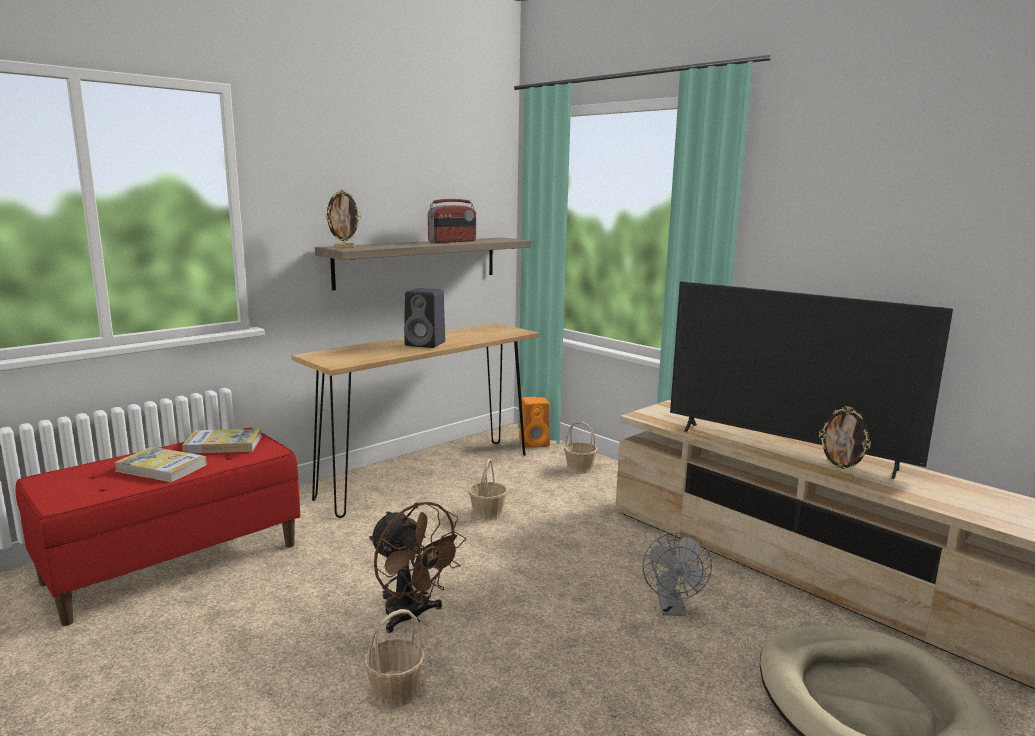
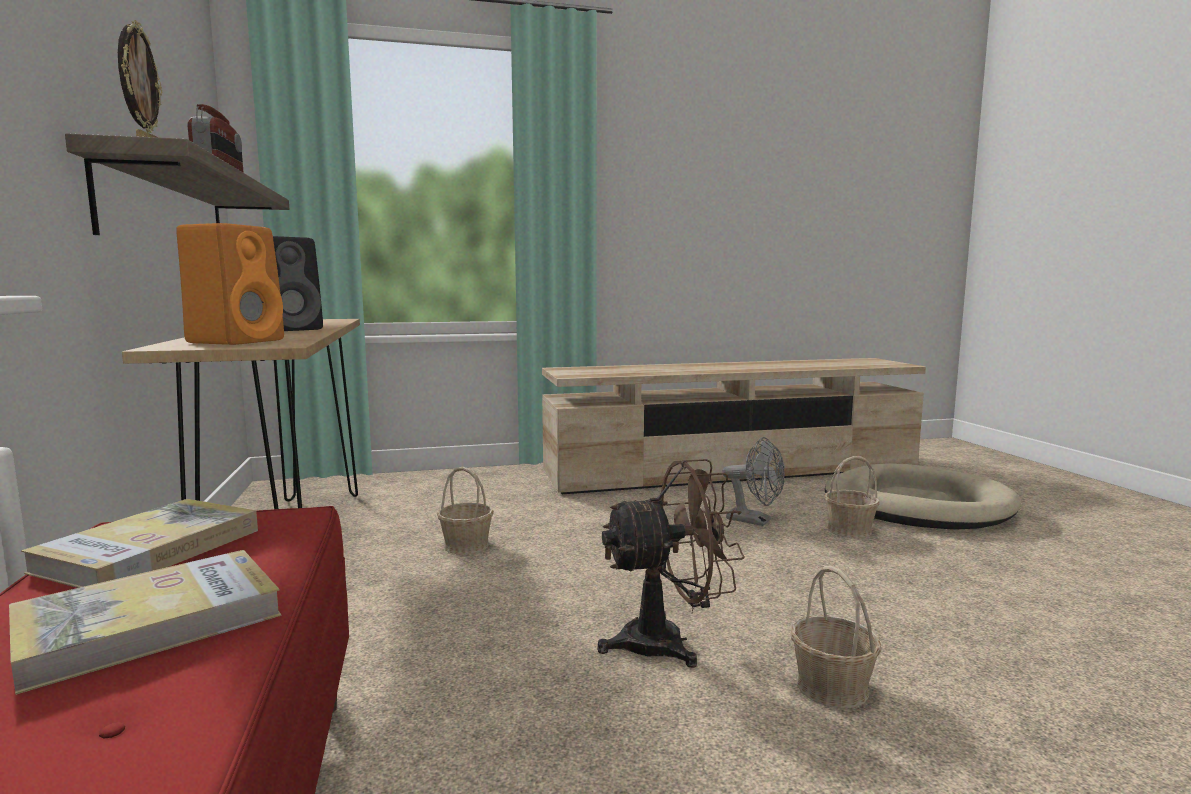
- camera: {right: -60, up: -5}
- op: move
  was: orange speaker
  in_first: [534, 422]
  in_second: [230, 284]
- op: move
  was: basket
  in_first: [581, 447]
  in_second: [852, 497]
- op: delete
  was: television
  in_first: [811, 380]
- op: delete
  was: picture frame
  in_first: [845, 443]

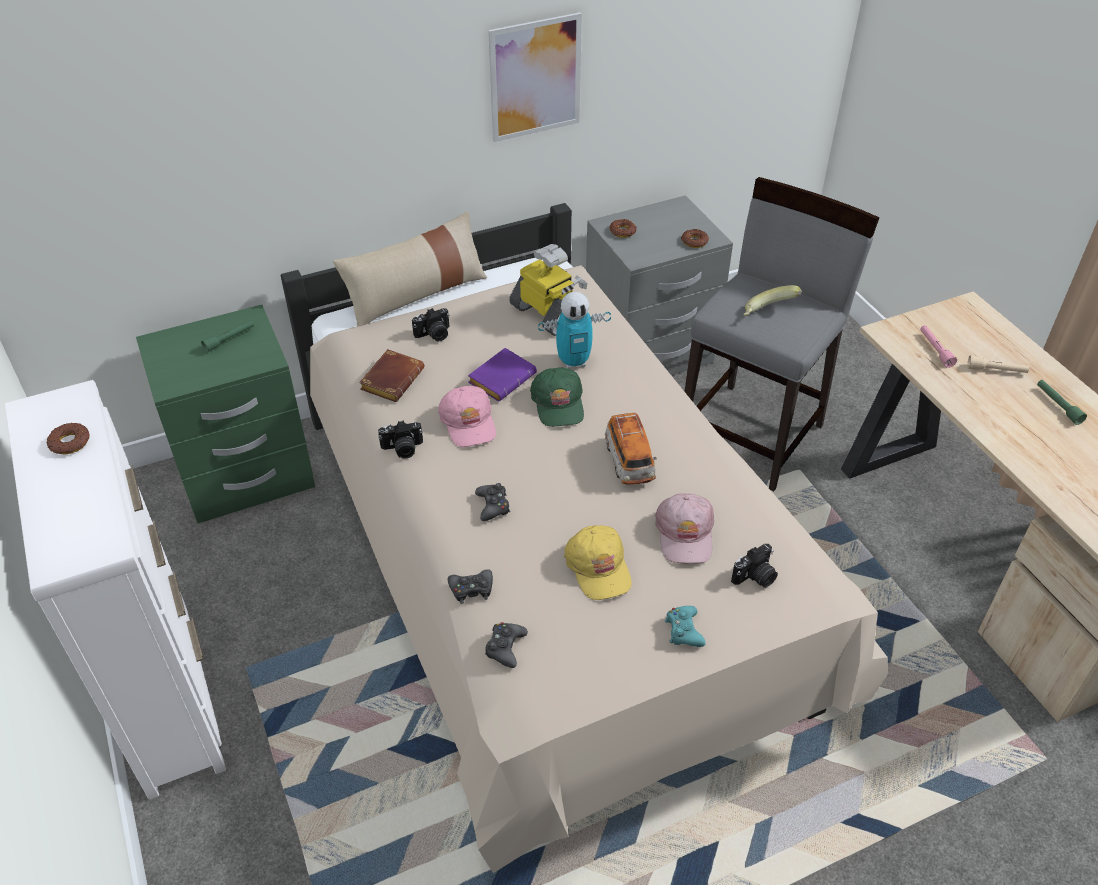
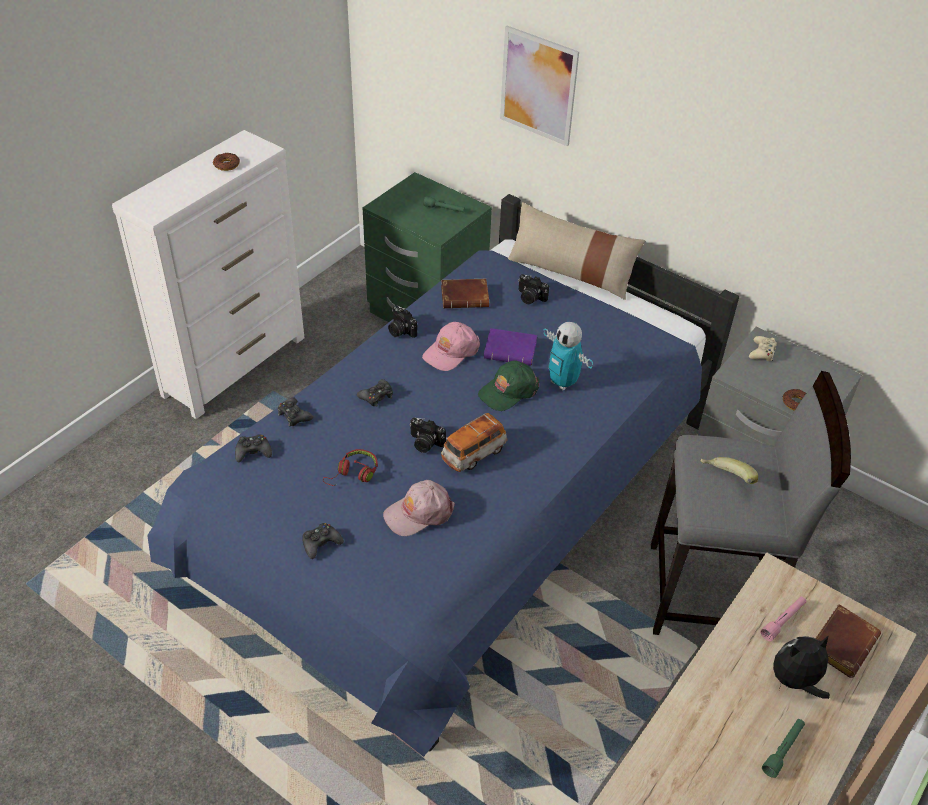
- camera: {right: 60, up: 0}
- op: recolor
  was: beige bed
  now: blue bed
  in_first: [584, 538]
  in_second: [443, 475]
- op: move
  was: picture
  in_first: [535, 77]
  in_second: [539, 86]
- op: delete
  was: toy robot
  in_first: [548, 290]
- op: replace
  was: yellow cap
  now: red headphones
  in_first: [598, 562]
  in_second: [350, 467]
- op: replace
  was: donut
  now: beige game controller
  in_first: [622, 228]
  in_second: [763, 348]
- op: recolor
  was: turquoise game controller
  now: black game controller
  in_first: [685, 626]
  in_second: [323, 541]
- op: move
  was: photo camera
  in_first: [754, 566]
  in_second: [427, 435]
- op: replace
  was: beige flashlight
  now: plush toy
  in_first: [998, 364]
  in_second: [801, 667]
- op: insert
  now: brown book
  in_second: [848, 641]

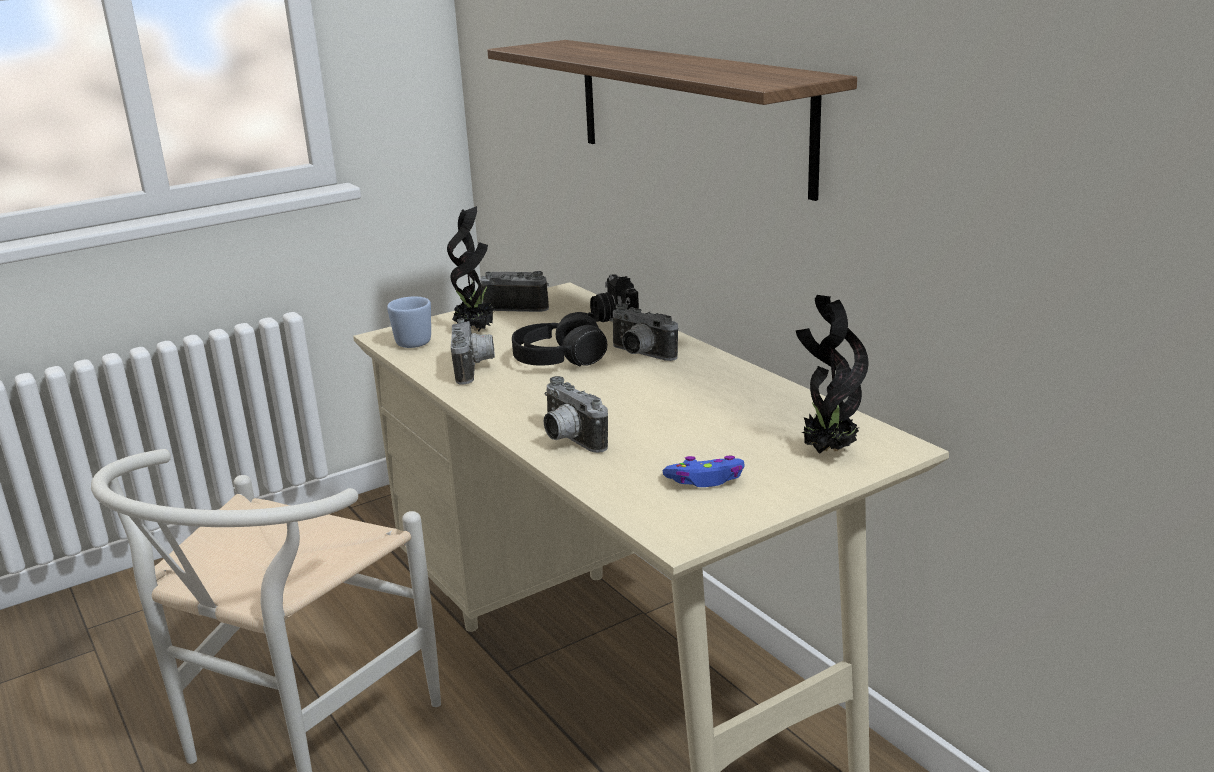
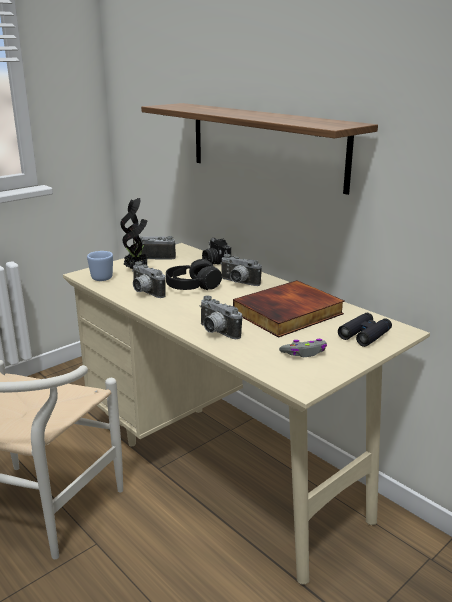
- camera: {right: -10, up: 0}
- op: rotate
  was: photo camera
  in_first: [473, 351]
  in_second: [149, 279]
  clockwise: 150
- op: recolor
  was: blue game controller
  now: grey game controller
  in_first: [703, 471]
  in_second: [303, 348]
- op: replace
  was: potted plant
  now: black binoculars
  in_first: [832, 374]
  in_second: [365, 330]
- op: insert
  now: book
  in_second: [289, 309]

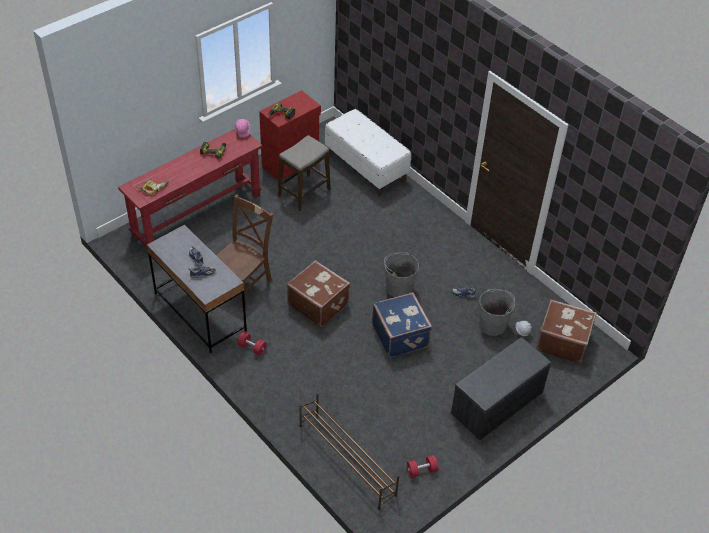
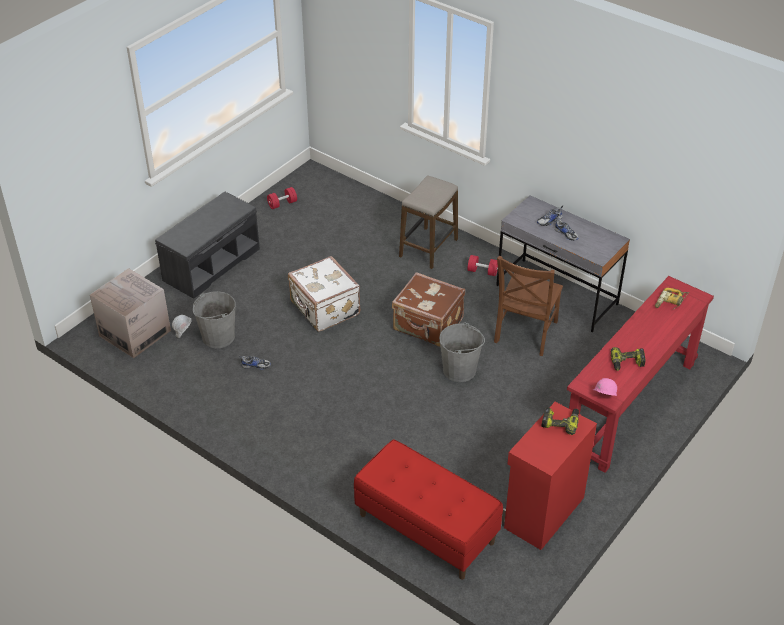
- camera: {right: 170, up: -5}
- op: move
  was: stool
  in_first: [304, 173]
  in_second: [428, 222]
- op: delete
  was: brown shoe rack
  in_first: [349, 451]
- op: recolor
  was: white bench
  now: red bench
  in_first: [368, 152]
  in_second: [428, 509]
- op: recolor
  was: blue suitcase
  now: white suitcase
  in_first: [402, 325]
  in_second: [324, 294]
- op: move
  was: grey bucket
  in_first: [401, 274]
  in_second: [462, 352]
- op: replace
  was: brown suitcase
  now: cardboard box
  in_first: [566, 331]
  in_second: [130, 313]

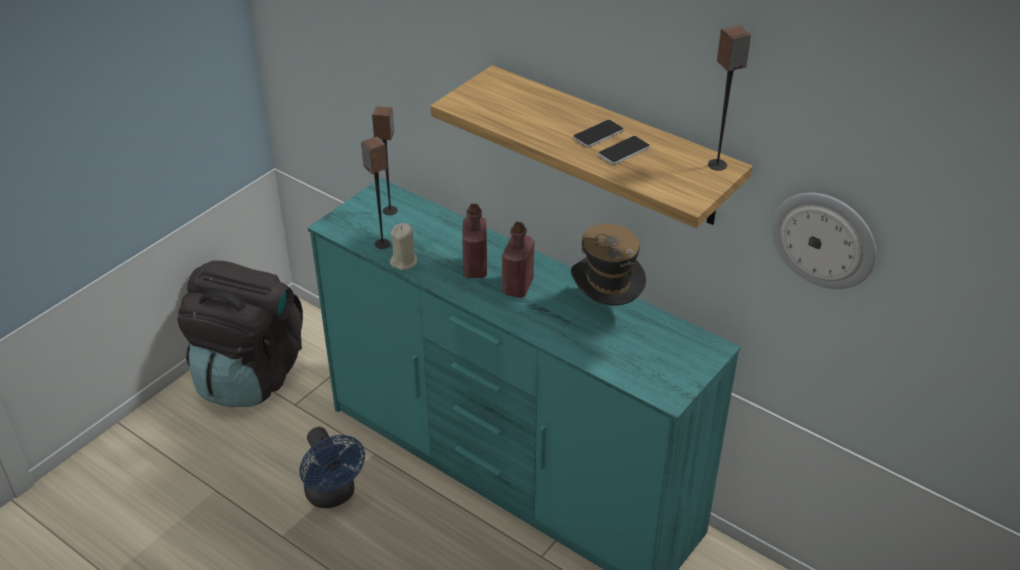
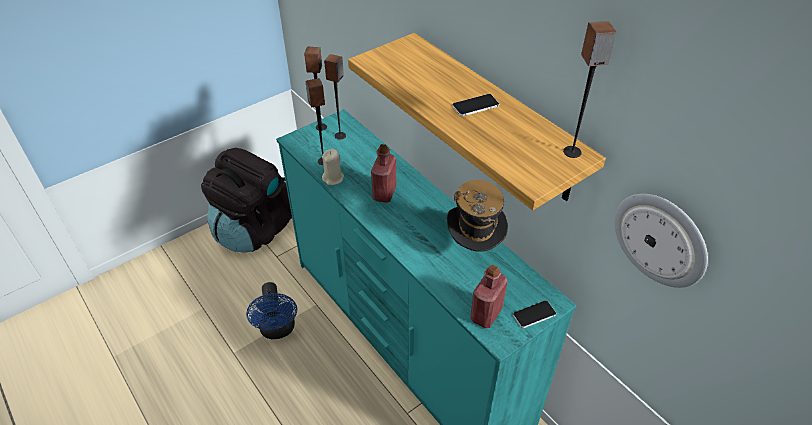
- camera: {right: 15, up: 5}
- op: move
  was: red bottle
  in_first: [518, 260]
  in_second: [489, 296]
- op: move
  was: phone
  in_first: [624, 150]
  in_second: [534, 314]
- op: insert
  now: speaker
  in_second: [315, 89]

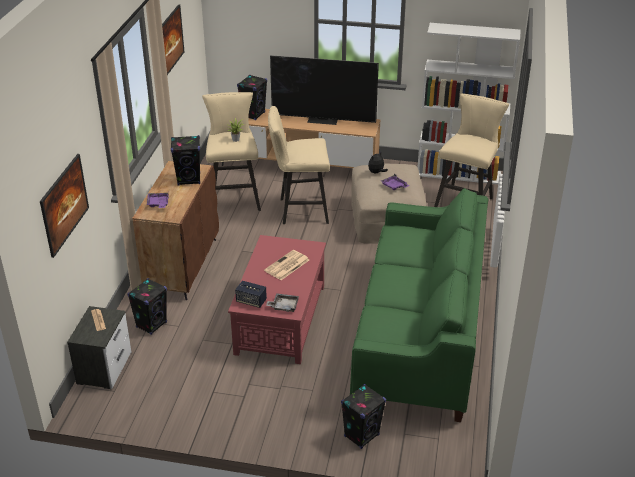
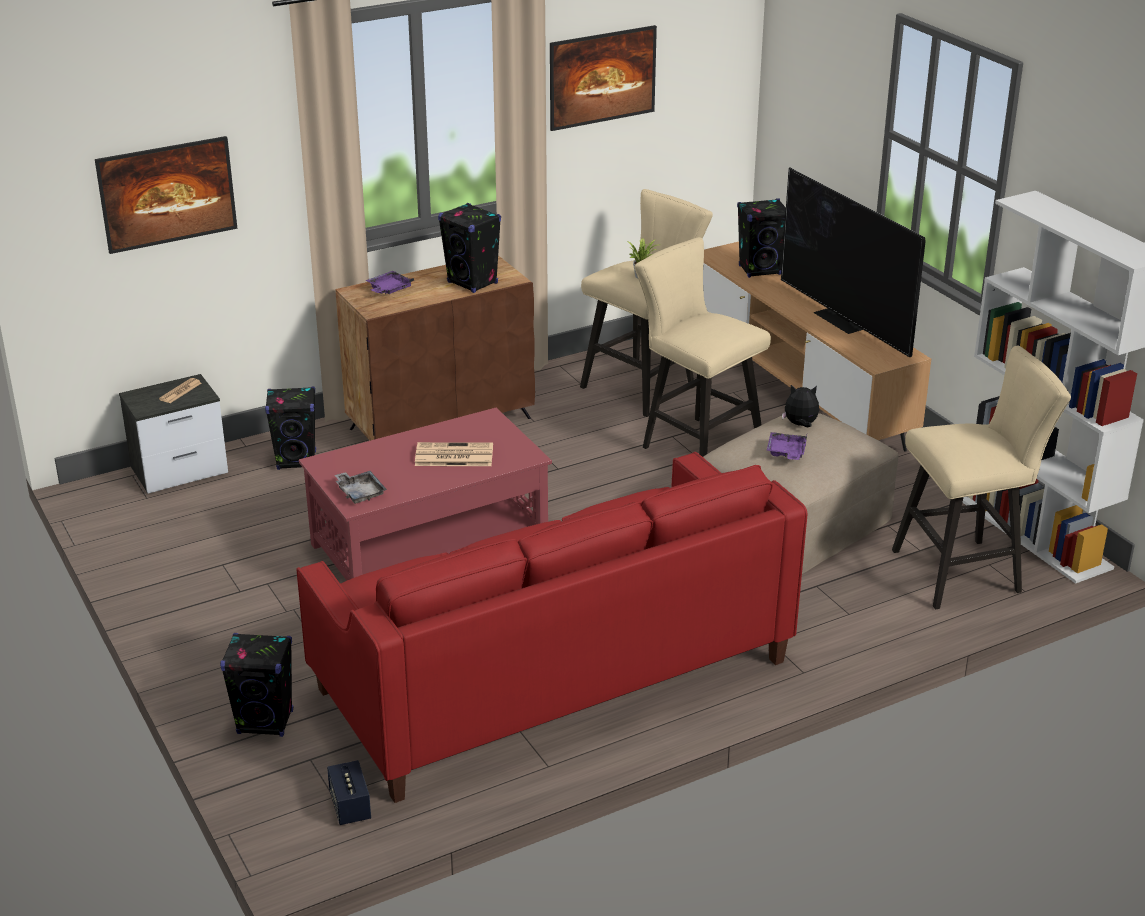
- camera: {right: 50, up: -5}
- op: move
  was: speaker
  in_first: [251, 294]
  in_second: [349, 792]
- op: recolor
  was: green sofa
  now: red sofa
  in_first: [419, 305]
  in_second: [552, 627]

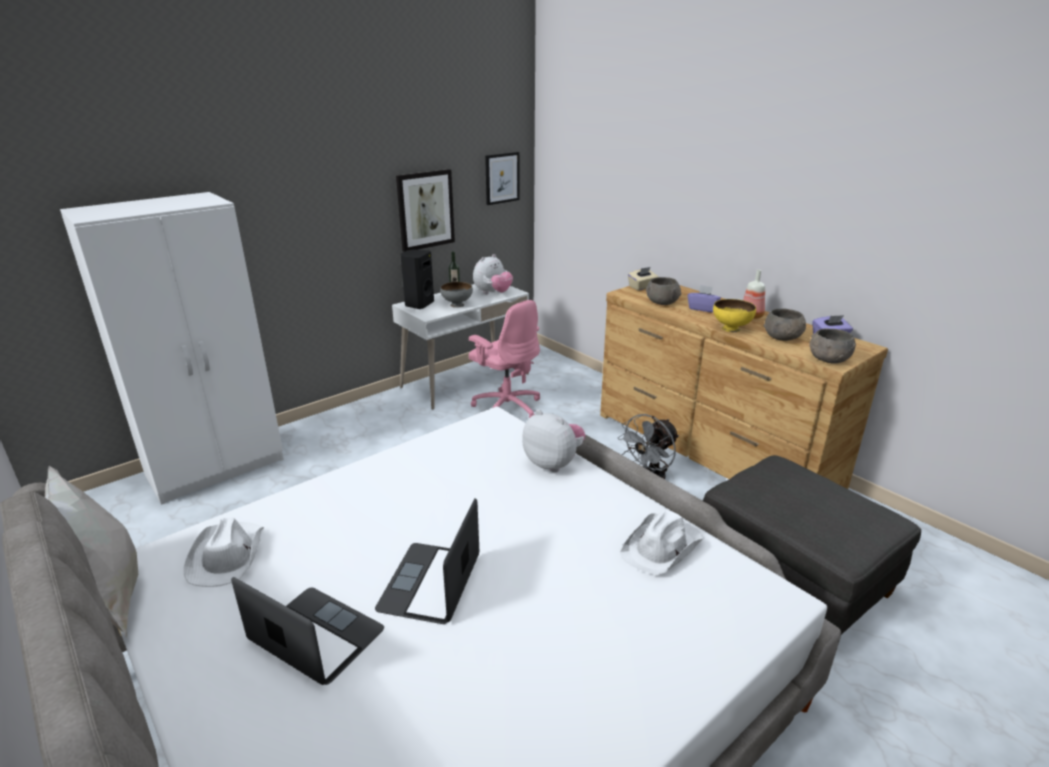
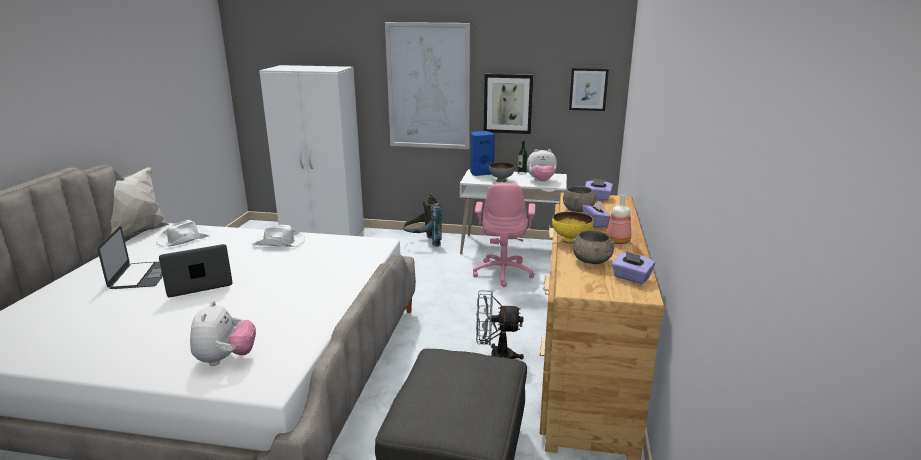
- camera: {right: 50, up: -5}
- op: recolor
  was: black speaker
  now: blue speaker
  in_first: [417, 279]
  in_second: [482, 153]
- op: move
  was: plush toy
  in_first: [553, 441]
  in_second: [223, 333]
- op: move
  was: white hat
  in_first: [662, 542]
  in_second: [278, 236]
- op: recolor
  was: beige tissue box
  now: purple tissue box
  in_first: [643, 279]
  in_second: [599, 189]
- op: delete
  was: grey bowl
  in_first: [832, 345]
- op: insert
  now: picture
  in_second: [427, 85]
- op: insert
  now: grey backpack
  in_second: [422, 220]

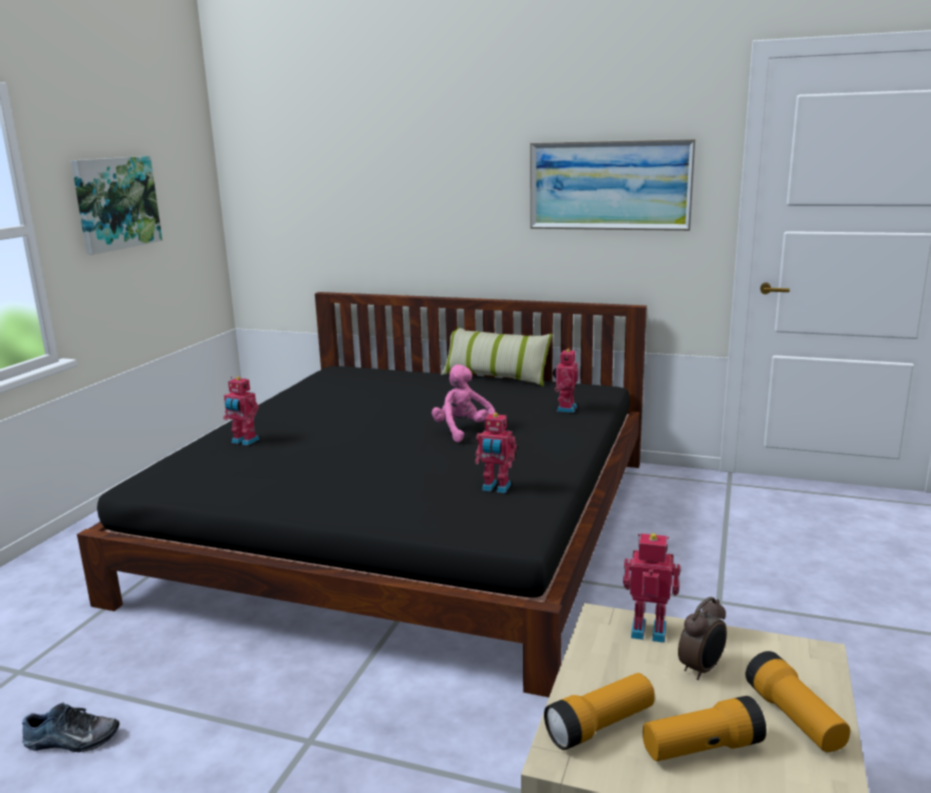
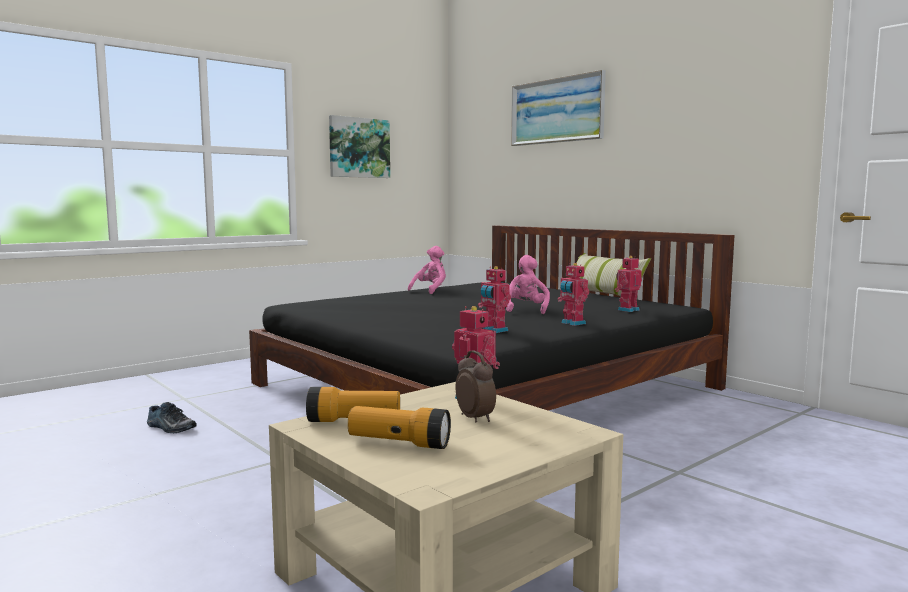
- camera: {right: 30, up: -10}
- op: move
  was: toy robot
  in_first: [241, 411]
  in_second: [573, 294]
- op: move
  was: picture
  in_first: [613, 185]
  in_second: [558, 108]
- op: rotate
  was: alarm clock
  in_first: [702, 638]
  in_second: [476, 386]
  clockwise: -105
- op: delete
  was: flashlight
  in_first: [798, 701]
- op: insert
  now: pink plush toy
  in_second: [427, 270]

